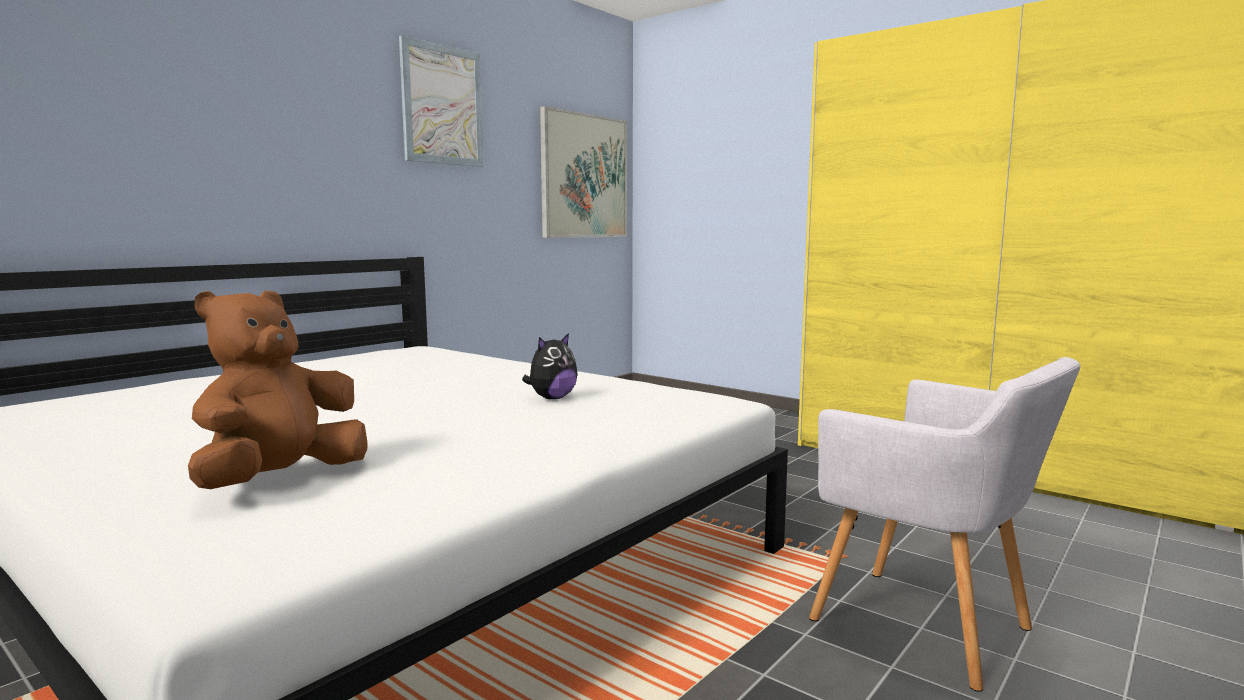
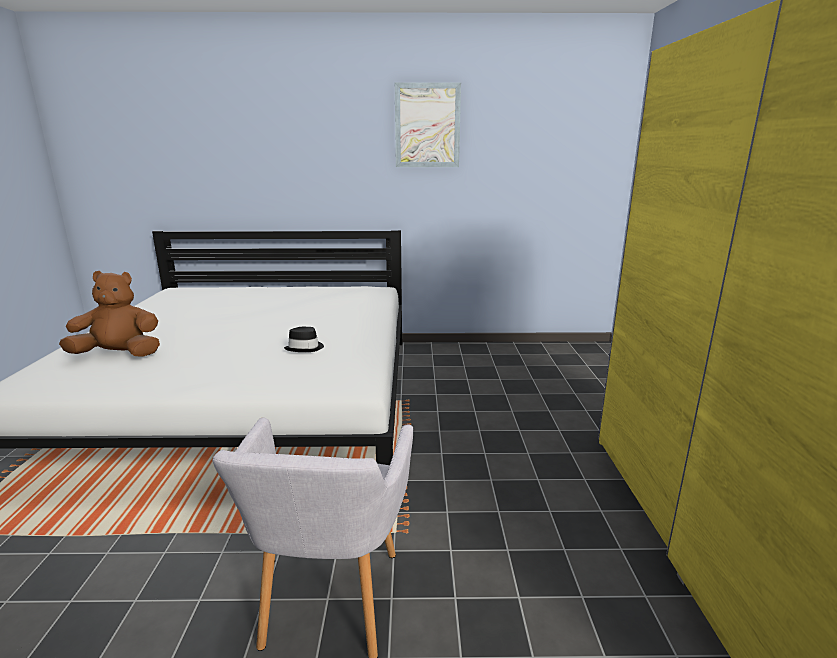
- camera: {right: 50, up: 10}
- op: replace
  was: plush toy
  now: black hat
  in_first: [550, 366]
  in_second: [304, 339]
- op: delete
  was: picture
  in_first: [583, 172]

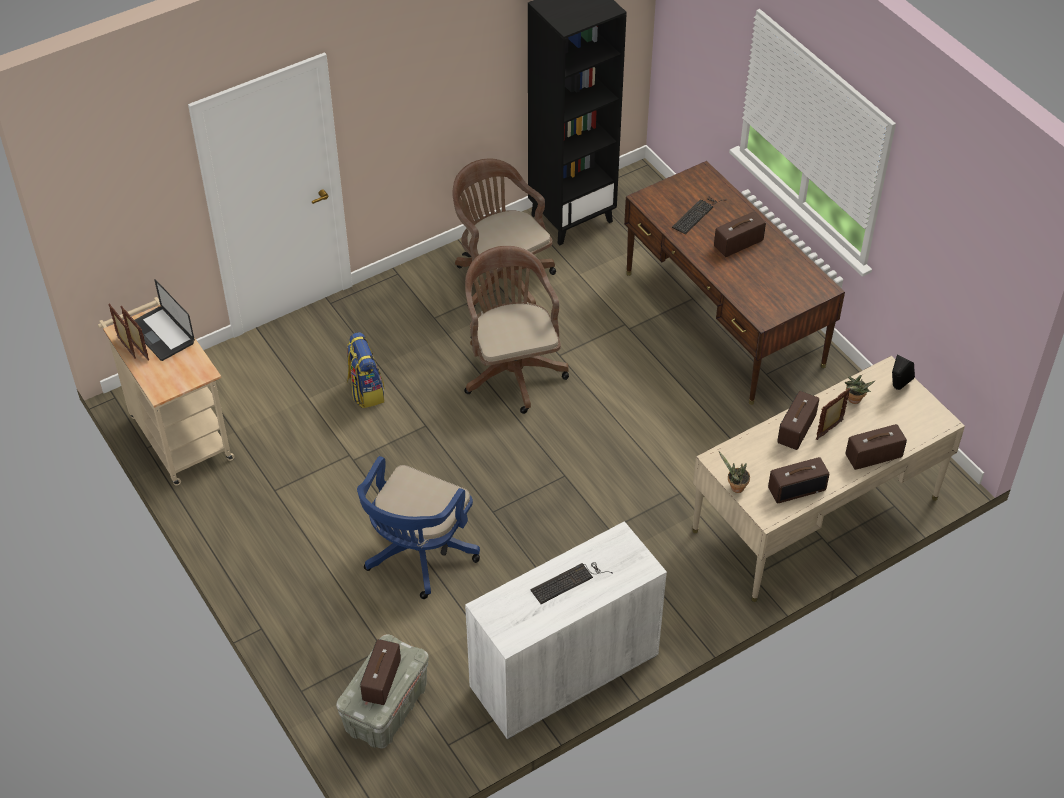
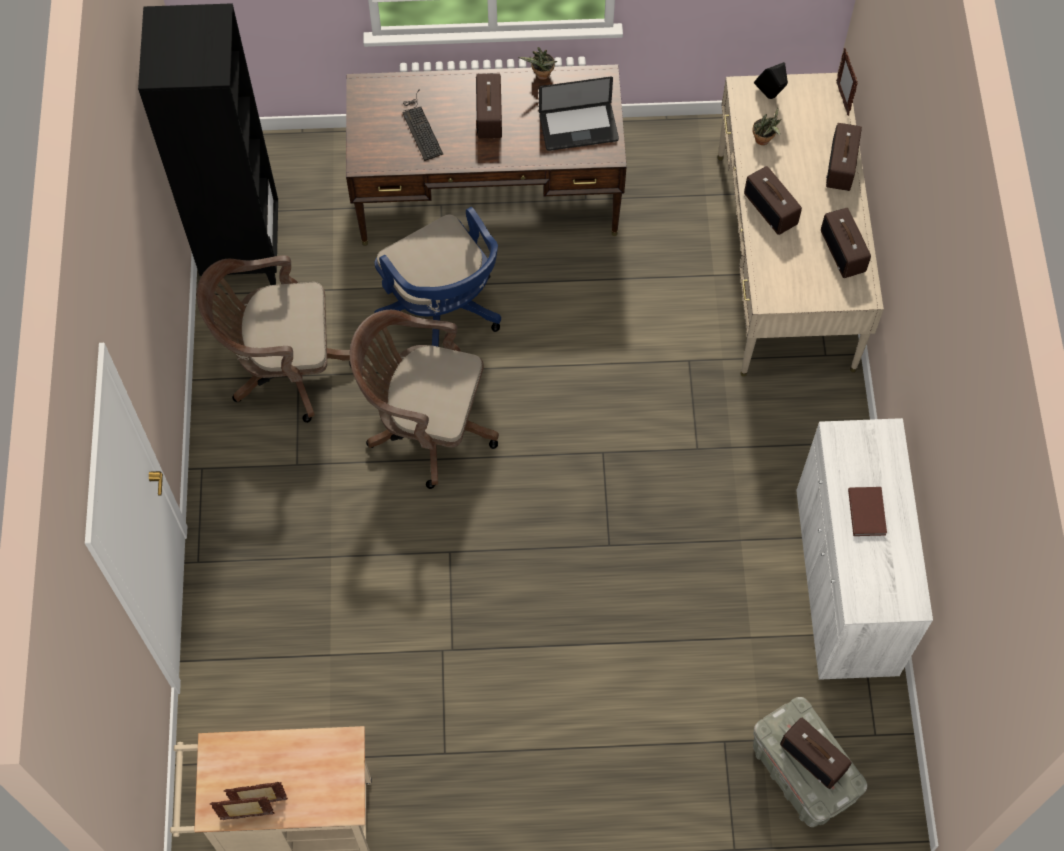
- camera: {right: -60, up: 15}
- op: move
  was: laptop
  in_first: [165, 320]
  in_second: [579, 114]
- op: delete
  was: backpack
  in_first: [366, 370]
- op: move
  was: blue office chair
  in_first: [418, 527]
  in_second: [437, 277]
- op: replace
  was: keyboard
  now: brown book
  in_first: [571, 583]
  in_second: [867, 511]
- op: move
  was: potted plant
  in_first: [734, 472]
  in_second: [538, 63]
- op: rotate
  was: radio
  in_first: [798, 480]
  in_second: [846, 243]
  clockwise: 150
- op: move
  was: picture frame
  in_first: [833, 414]
  in_second: [847, 82]

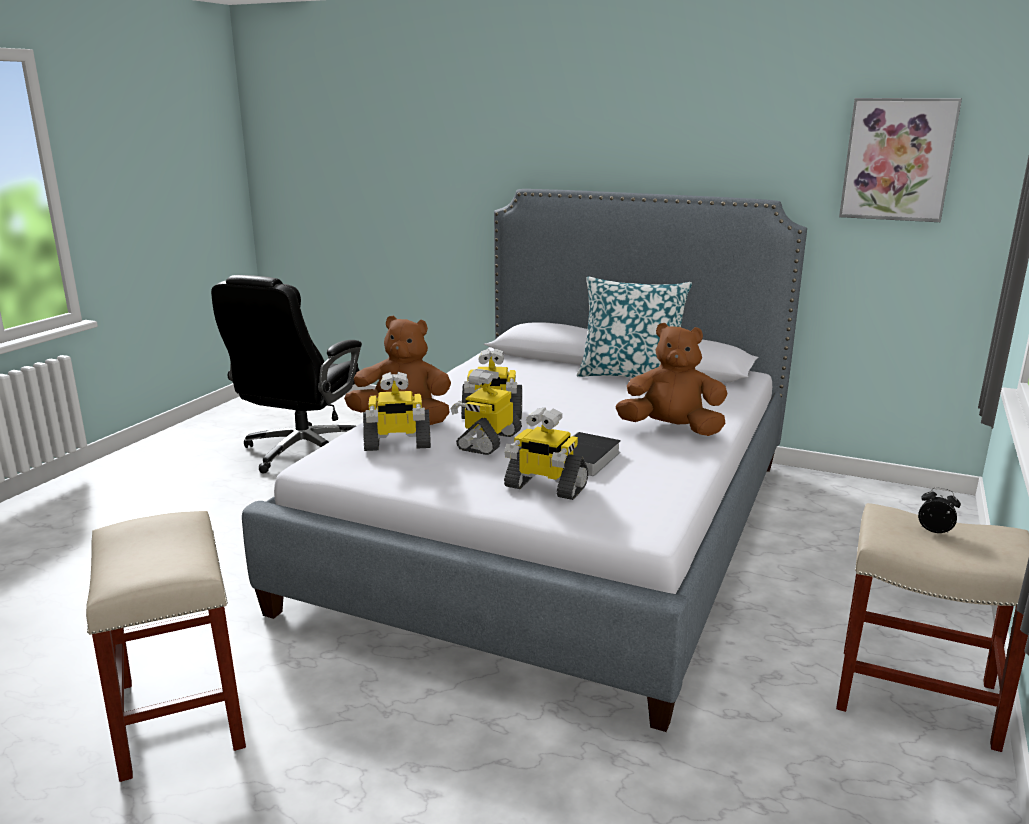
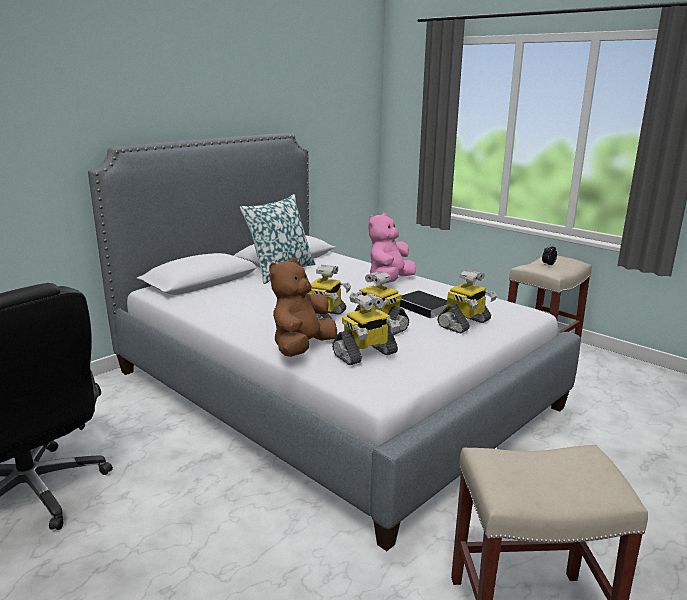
- camera: {right: -70, up: 0}
- op: rotate
  was: toy robot
  in_first: [397, 411]
  in_second: [366, 329]
  clockwise: 45
- op: recolor
  was: brown plush toy
  now: pink plush toy
  in_first: [671, 379]
  in_second: [392, 248]
- op: delete
  was: picture
  in_first: [900, 160]

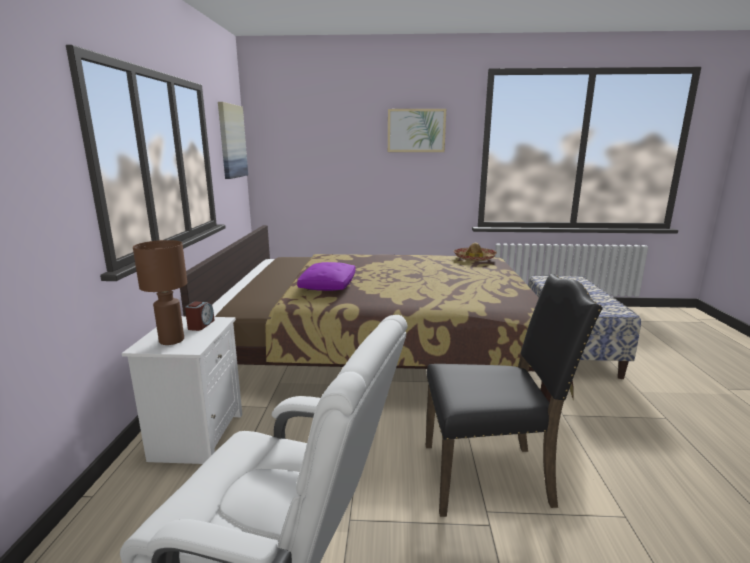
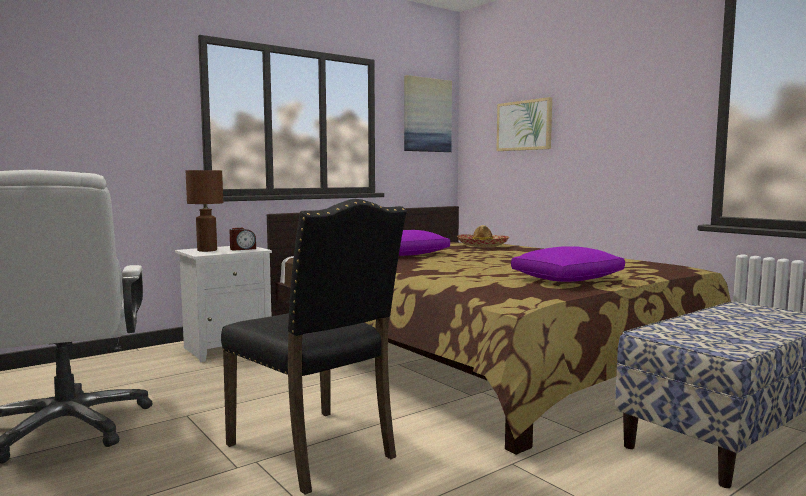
- camera: {right: 50, up: -10}
- op: move
  was: picture
  in_first: [417, 130]
  in_second: [524, 124]
- op: move
  was: hat
  in_first: [475, 252]
  in_second: [483, 236]
- op: insert
  now: purple pillow
  in_second: [568, 264]

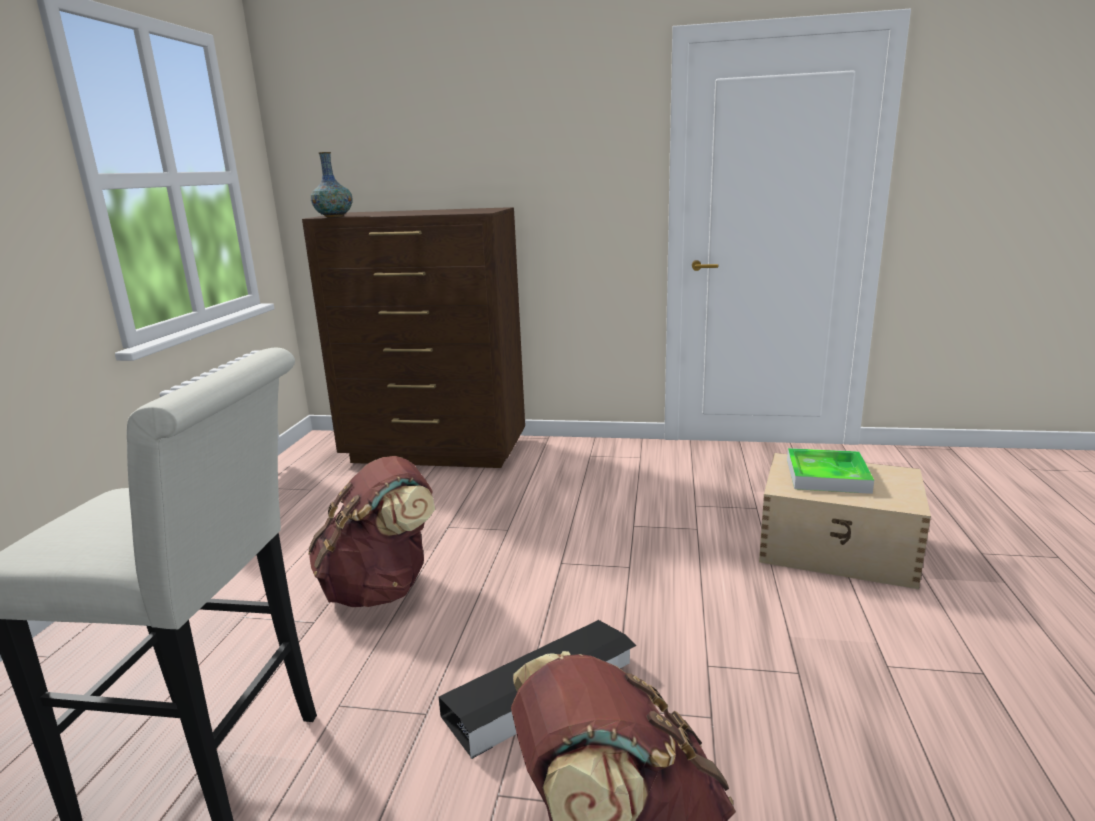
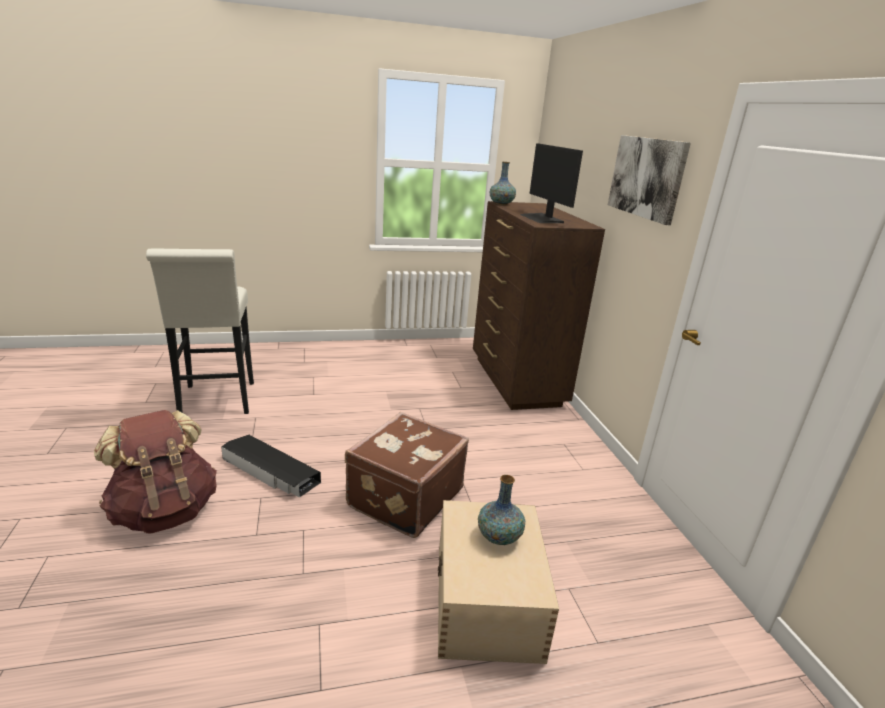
- camera: {right: 65, up: 5}
- op: delete
  was: brown backpack
  in_first: [371, 531]
- op: replace
  was: tray
  now: vase
  in_first: [830, 471]
  in_second: [501, 510]
- op: insert
  now: brown suitcase
  in_second: [407, 475]
- op: insert
  now: monitor
  in_second: [551, 183]
- op: insert
  now: picture
  in_second: [649, 180]

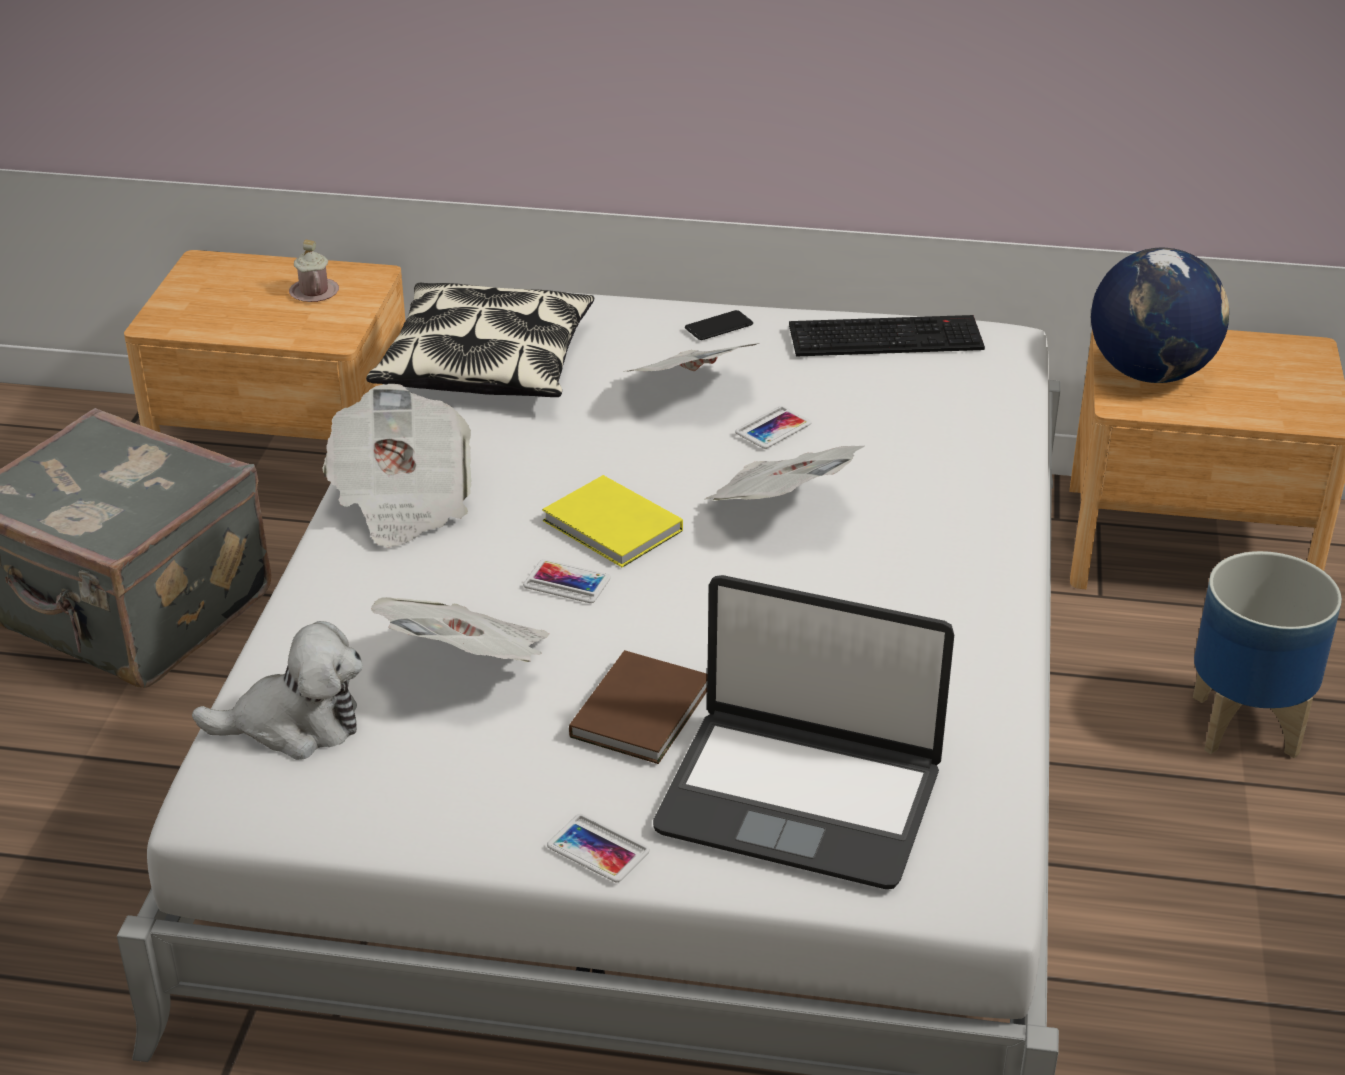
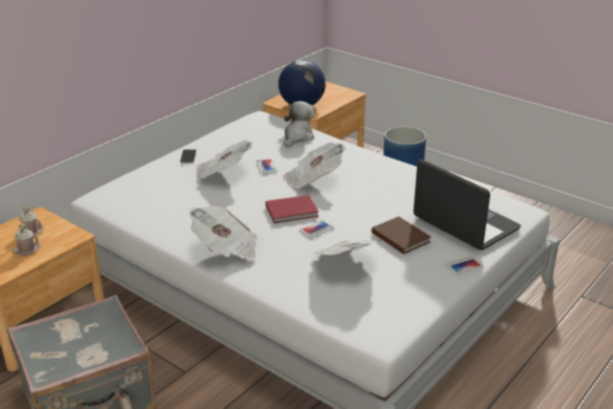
- camera: {right: -60, up: -5}
- op: move
  was: plush toy
  in_first: [277, 690]
  in_second: [299, 124]
- op: delete
  was: pillow
  in_first: [480, 340]
- op: recolor
  was: yellow book
  now: red book
  in_first: [612, 521]
  in_second: [292, 209]
- op: rotate
  was: laptop
  in_first: [803, 732]
  in_second: [467, 204]
  clockwise: -90
- op: delete
  was: keyboard
  in_first: [887, 336]
- op: insert
  now: pink mug
  in_second: [26, 239]

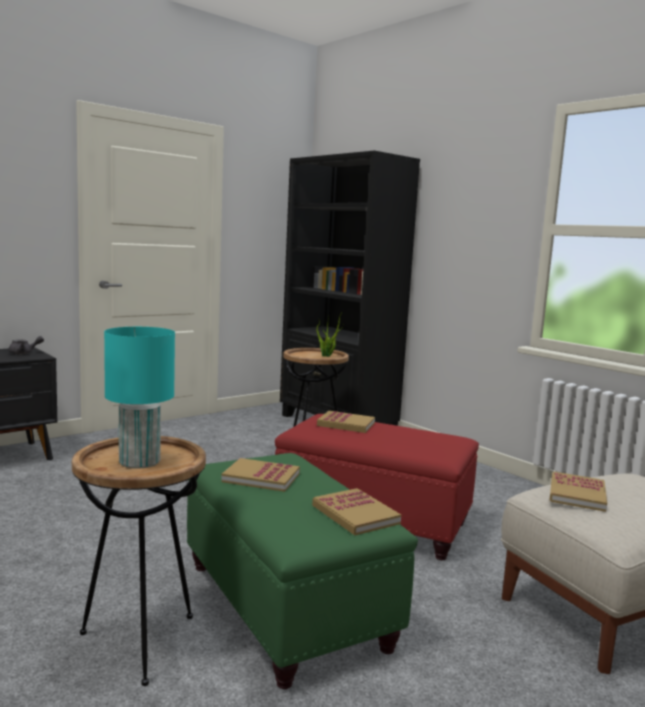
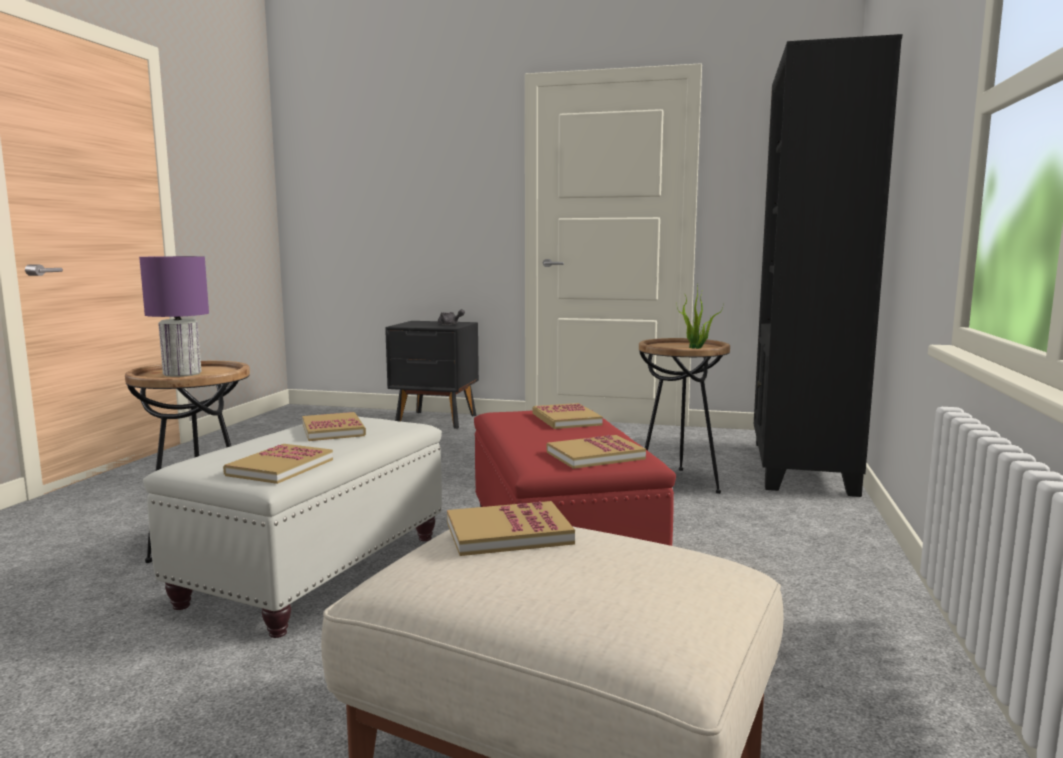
- camera: {right: 55, up: 0}
- op: recolor
  was: turquoise table lamp
  now: purple table lamp
  in_first: [139, 398]
  in_second: [174, 316]
- op: recolor
  was: green ottoman
  now: white ottoman
  in_first: [302, 571]
  in_second: [292, 527]
- op: insert
  now: book
  in_second: [596, 452]

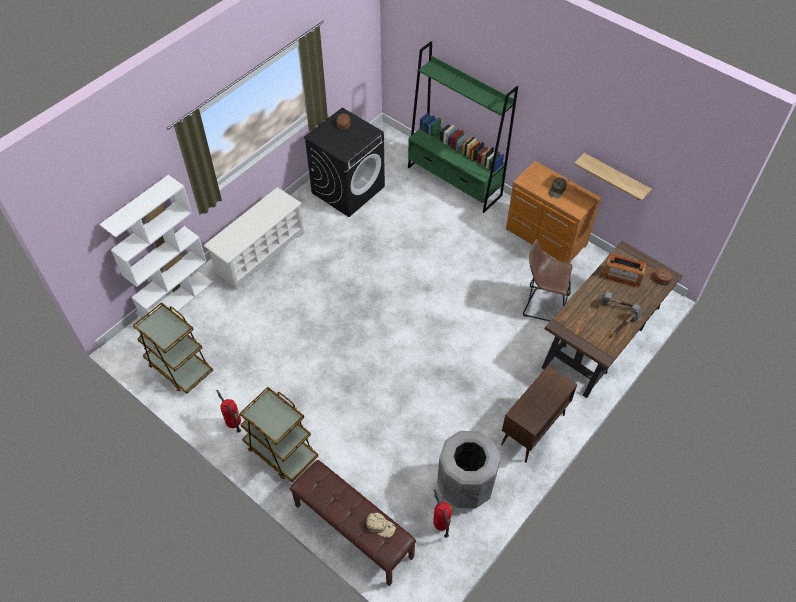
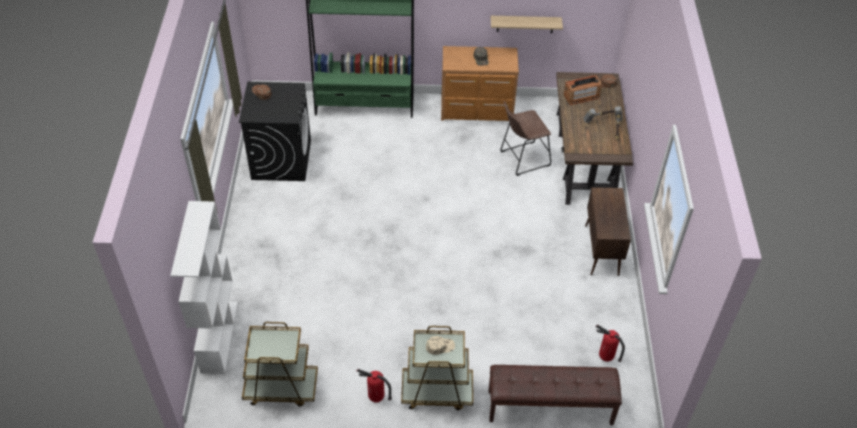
- camera: {right: -40, up: -5}
- op: delete
  was: white shoe rack
  in_first: [254, 238]
- op: move
  was: beige cap
  in_first: [380, 525]
  in_second: [440, 345]
- op: delete
  was: grey trash can
  in_first: [468, 470]

